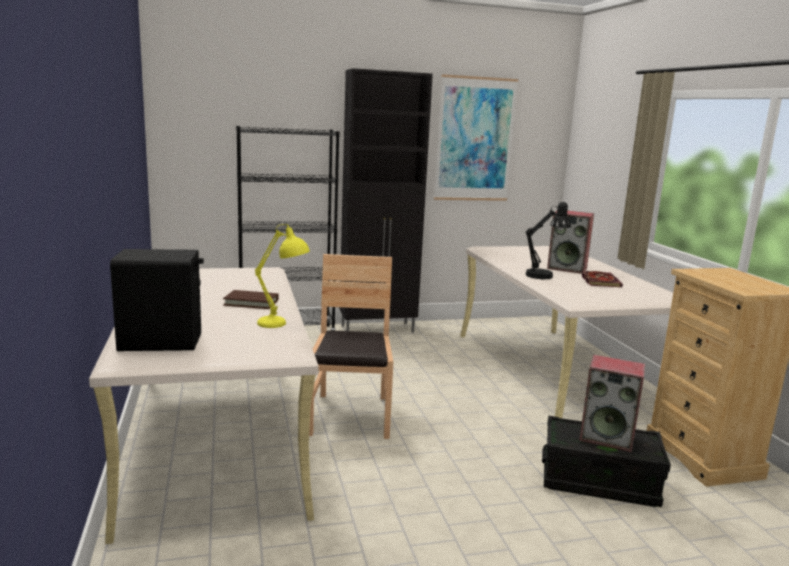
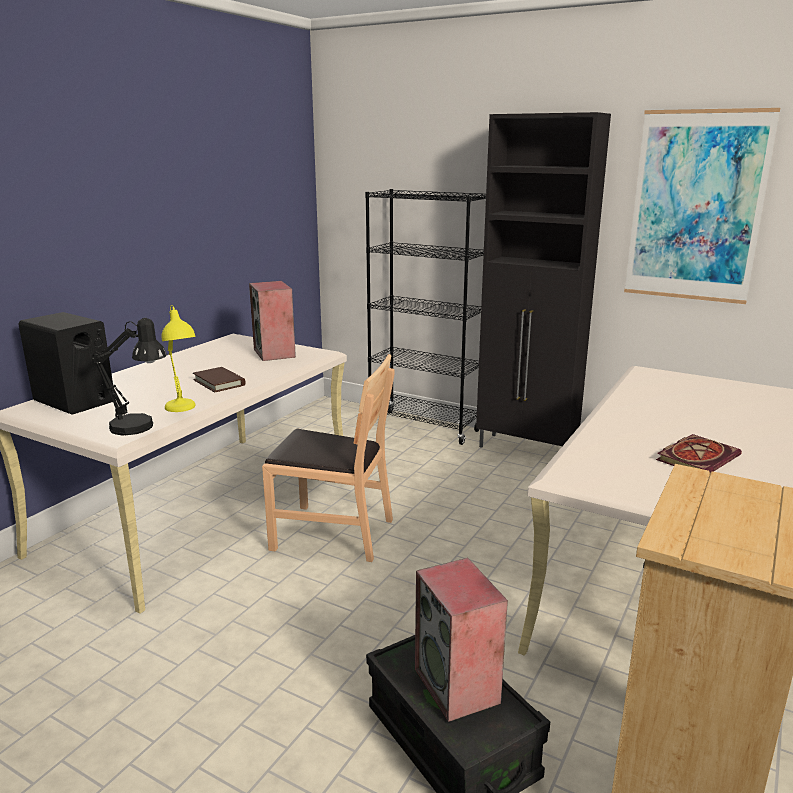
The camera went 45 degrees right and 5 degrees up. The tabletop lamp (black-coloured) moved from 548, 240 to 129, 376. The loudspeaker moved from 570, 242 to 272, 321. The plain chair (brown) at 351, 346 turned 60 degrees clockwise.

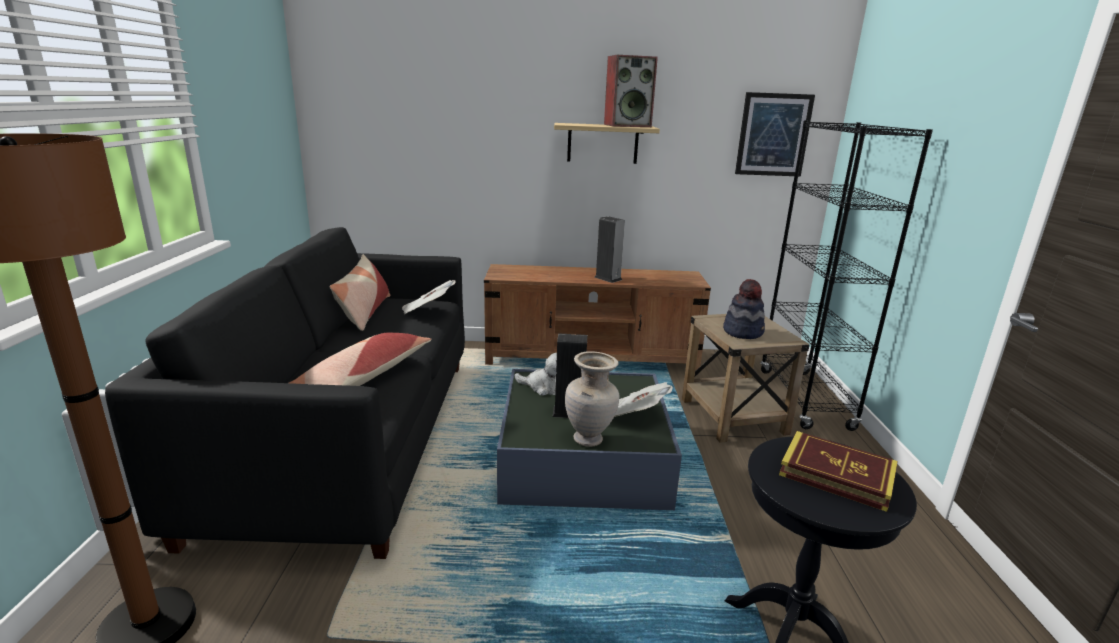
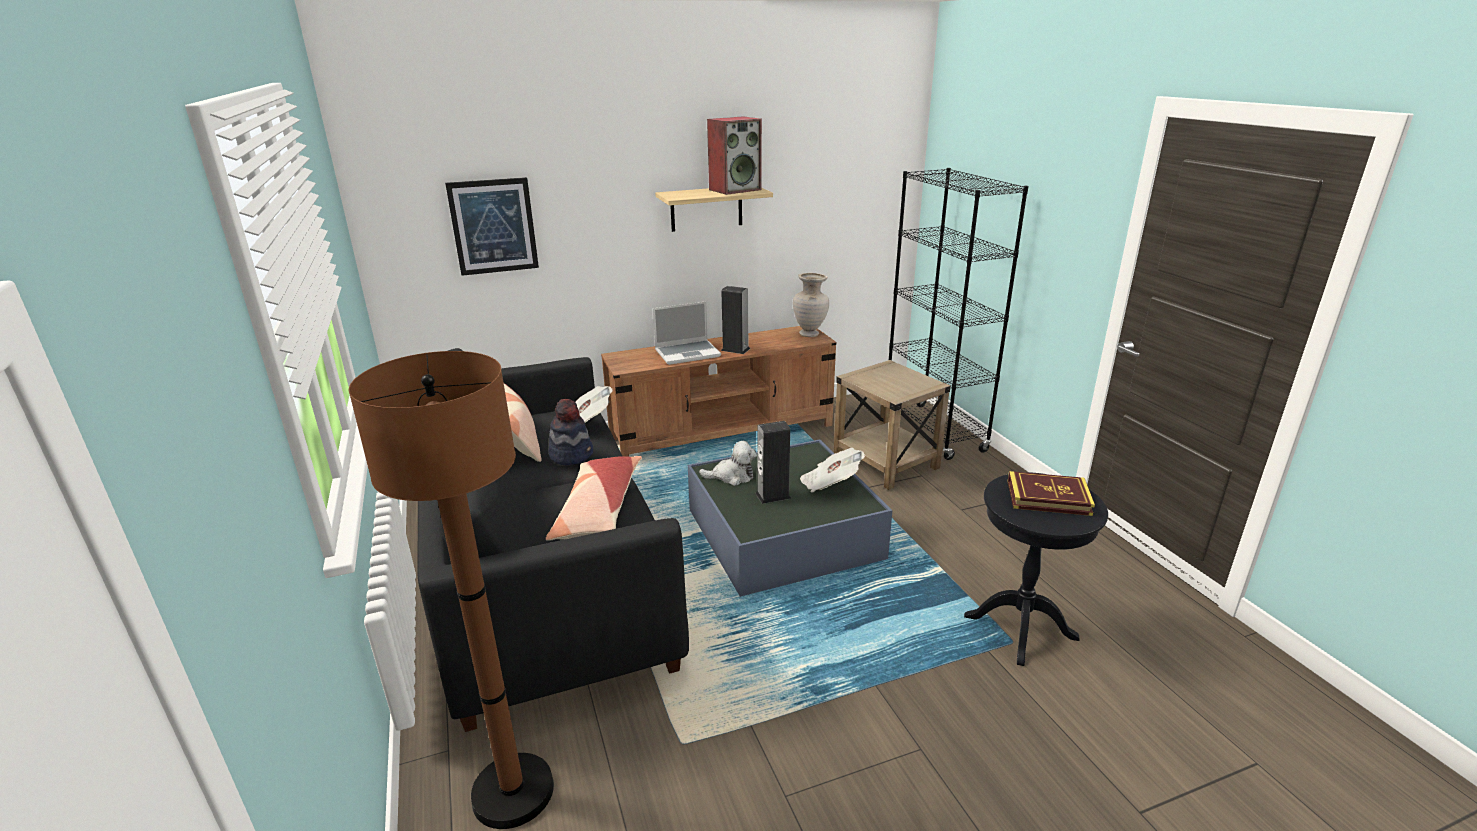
The camera went 20 degrees left and 5 degrees up. The laptop at 687, 333 appeared. The flower vase (sand-coloured) moved from 592, 399 to 811, 305. The wearable hat moved from 744, 309 to 571, 432. The wall picture moved from 775, 134 to 492, 226.

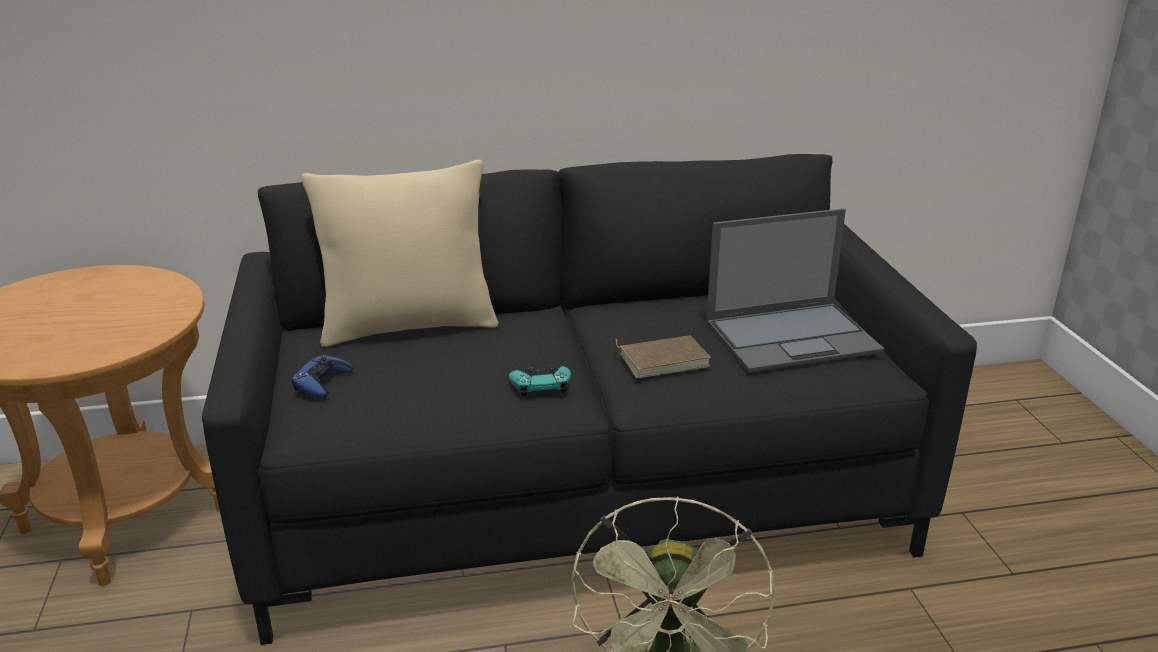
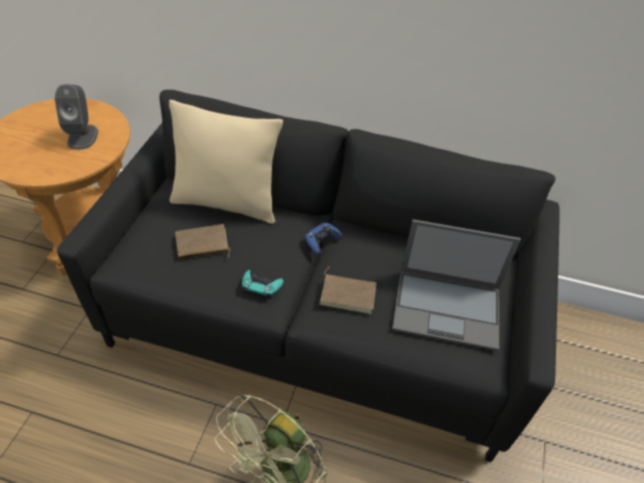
The camera went 25 degrees right and 20 degrees up. The loudspeaker (grey) at 76, 117 appeared. The book (brown) at 202, 241 appeared. The game controller (blue) moved from 322, 377 to 323, 238.

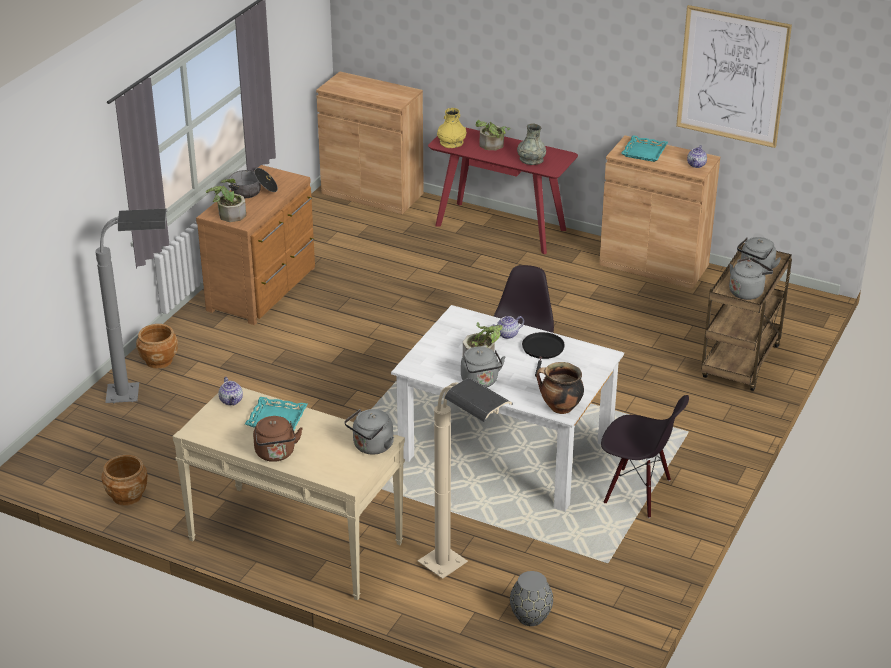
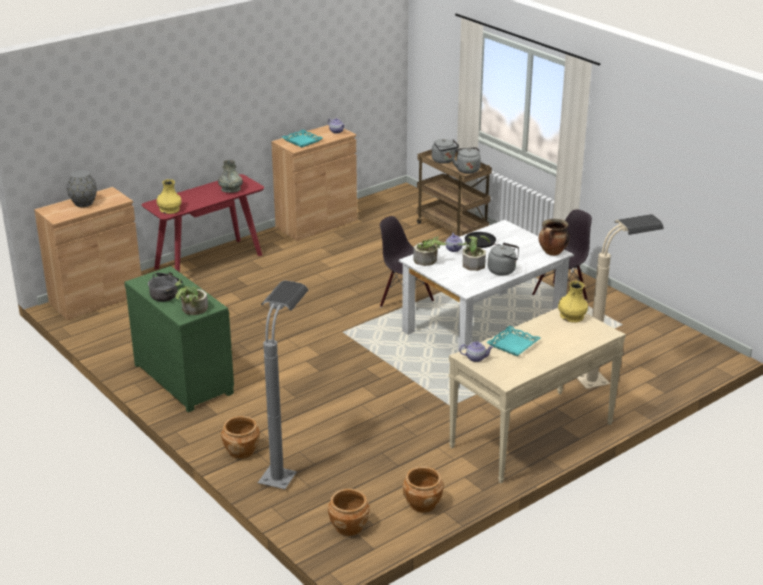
The camera went 65 degrees left and 5 degrees down. The kettle (brown) at 278, 439 disappeared. The wall picture at 734, 76 disappeared. The plant pot (brown) at 348, 512 appeared. The plant in a pot moved from 493, 135 to 430, 251. The flower vase (grey) moved from 531, 598 to 82, 188. The kettle (grey) at 369, 432 was replaced by the flower vase (yellowish) at 573, 302. The chest of drawers (brown) at 255, 245 became the chest of drawers (green-coloured) at 179, 339.

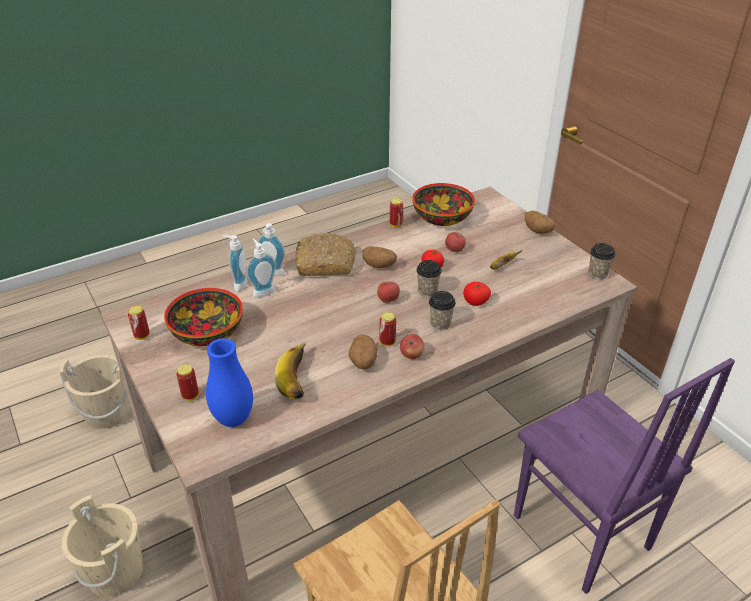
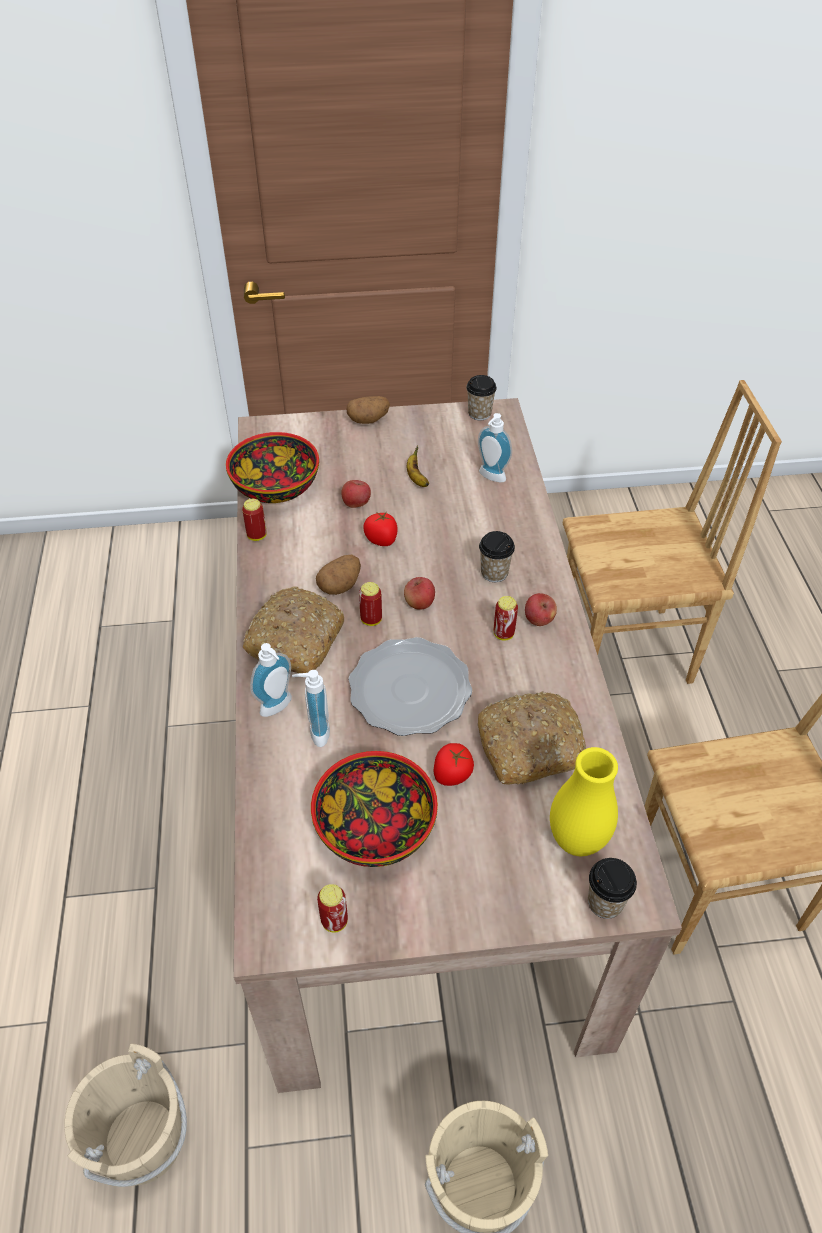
The camera went 65 degrees left and 10 degrees up. The potato at 363, 352 disappeared. The plate at 410, 686 appeared. The sealed can moved from 187, 382 to 370, 604. The soap bottle moved from 235, 263 to 495, 448. The cup moved from 429, 278 to 612, 888. The whole tomato moved from 477, 294 to 454, 764. The whole banana at 291, 371 was replaced by the bread at 531, 738. The flower vase (blue) at 229, 382 became the flower vase (yellowish) at 584, 801. The plain chair (purplish) at 624, 476 became the plain chair (brown) at 672, 532.

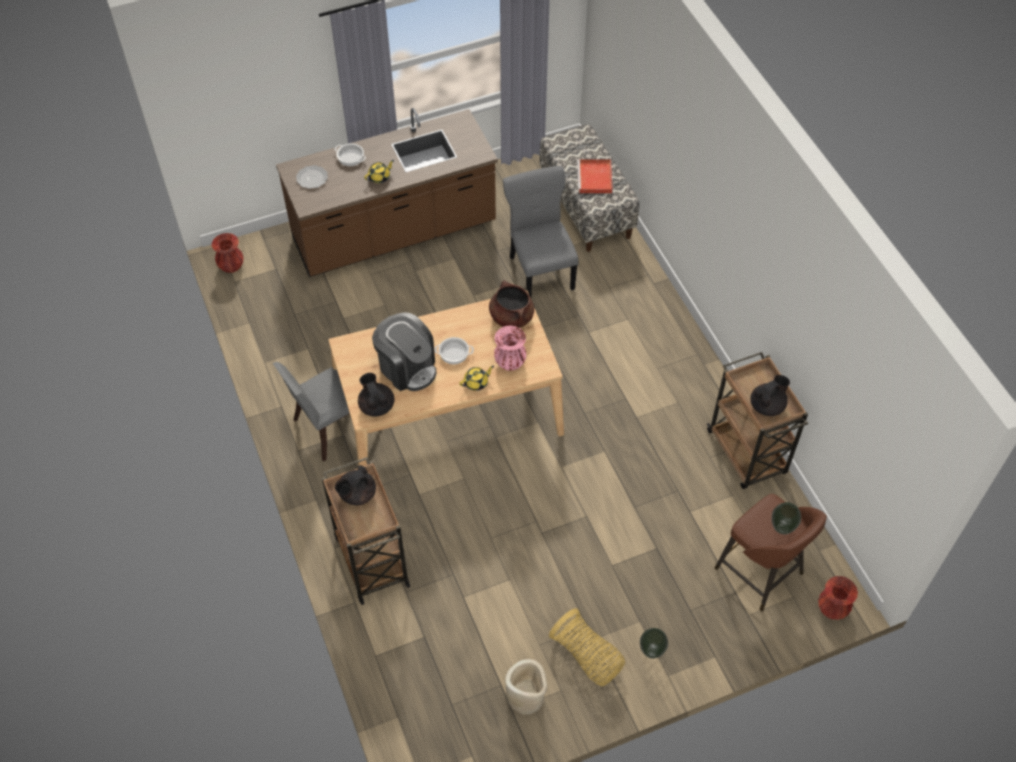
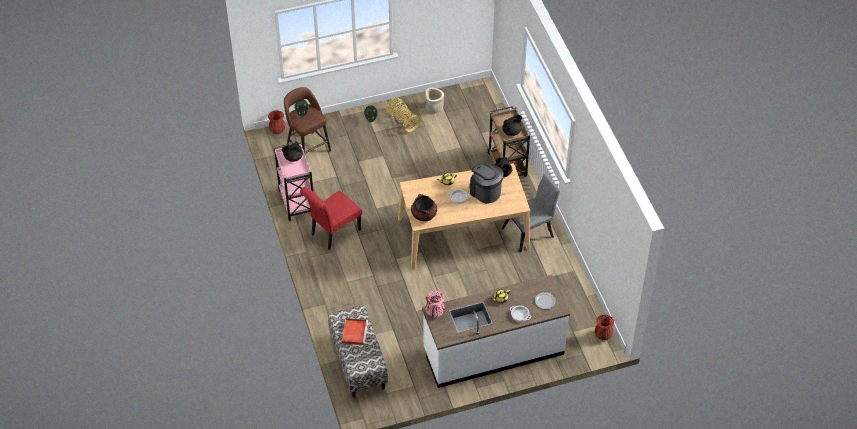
The camera went 175 degrees left and 5 degrees down. The plain chair (grey) at 541, 232 disappeared. The plain chair (reddish) at 331, 218 appeared. The flower vase (pink-coloured) moved from 510, 348 to 435, 304. The counter (brown) at 387, 192 became the counter (white-coloured) at 496, 331. The wheeled cart (brown) at 757, 420 became the wheeled cart (pink-coloured) at 293, 181.

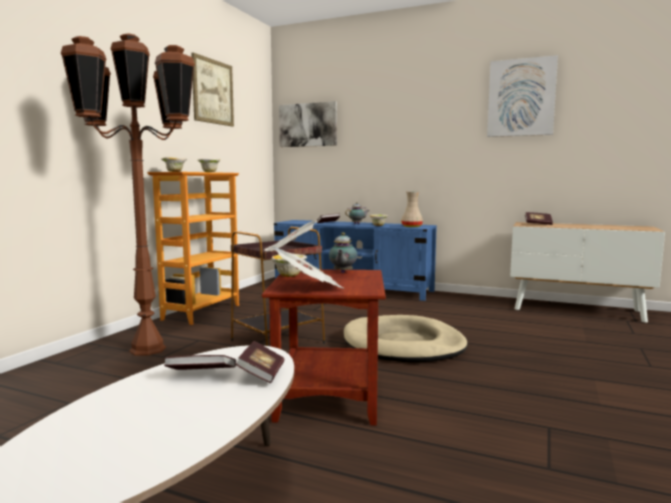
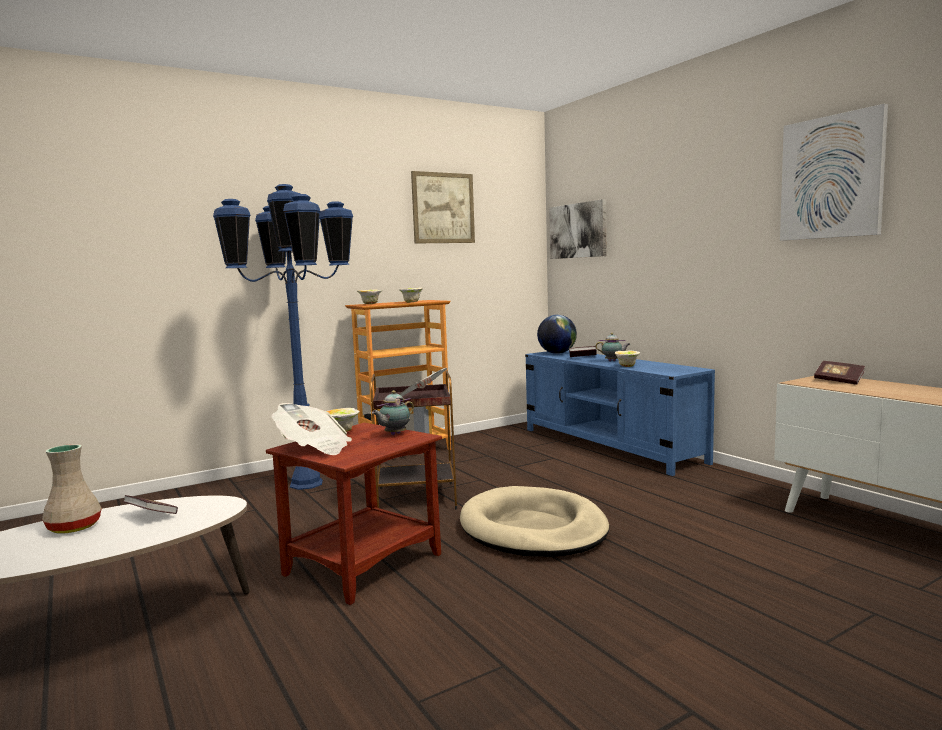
The camera went 35 degrees right and 0 degrees up. The book at 260, 362 disappeared. The world globe at 557, 334 appeared. The flower vase (sand-coloured) moved from 412, 209 to 72, 489. The standard lamp (brown) at 128, 194 became the standard lamp (blue) at 283, 337.

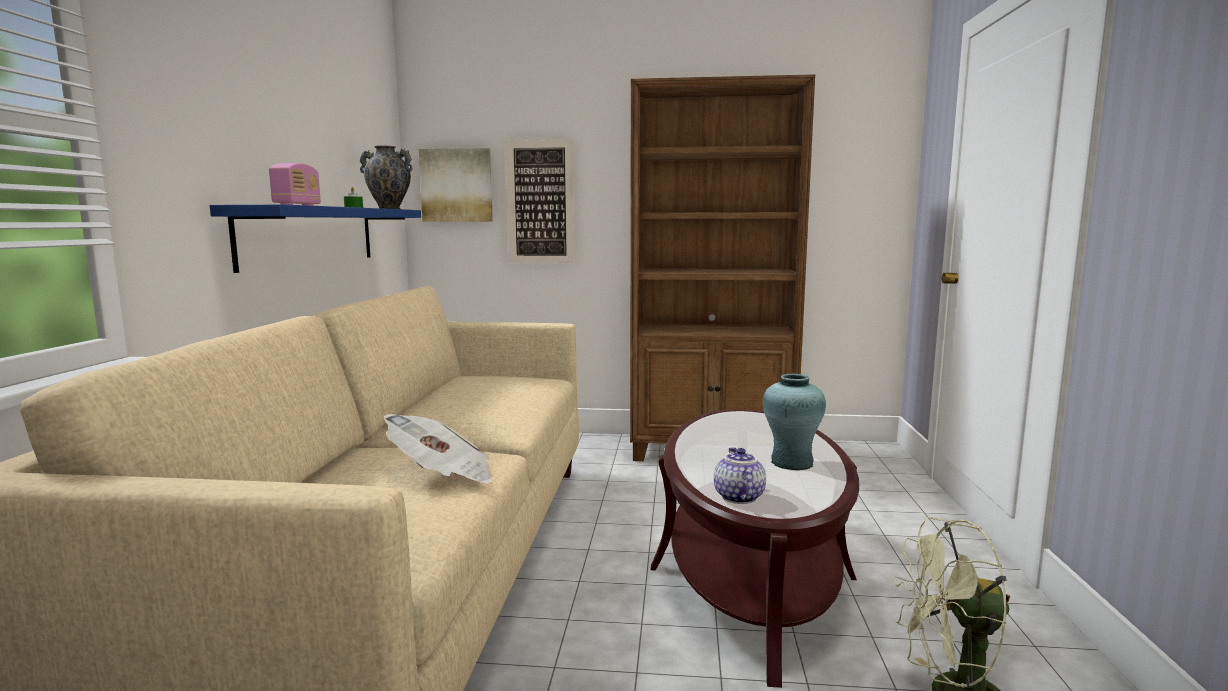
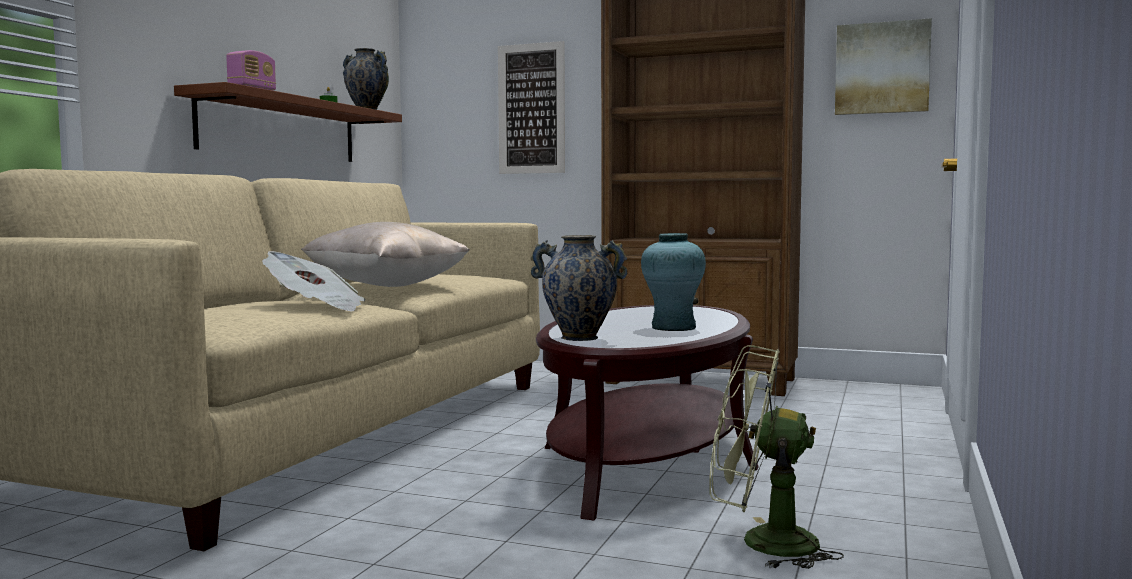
The camera went 15 degrees right and 5 degrees down. The throw pillow (sand-coloured) at 385, 254 appeared. The wall picture moved from 456, 185 to 883, 66. The tea pot at 740, 476 was replaced by the flower vase at 579, 288. The bracket shelf (blue) at 315, 238 became the bracket shelf (brown) at 288, 122.

